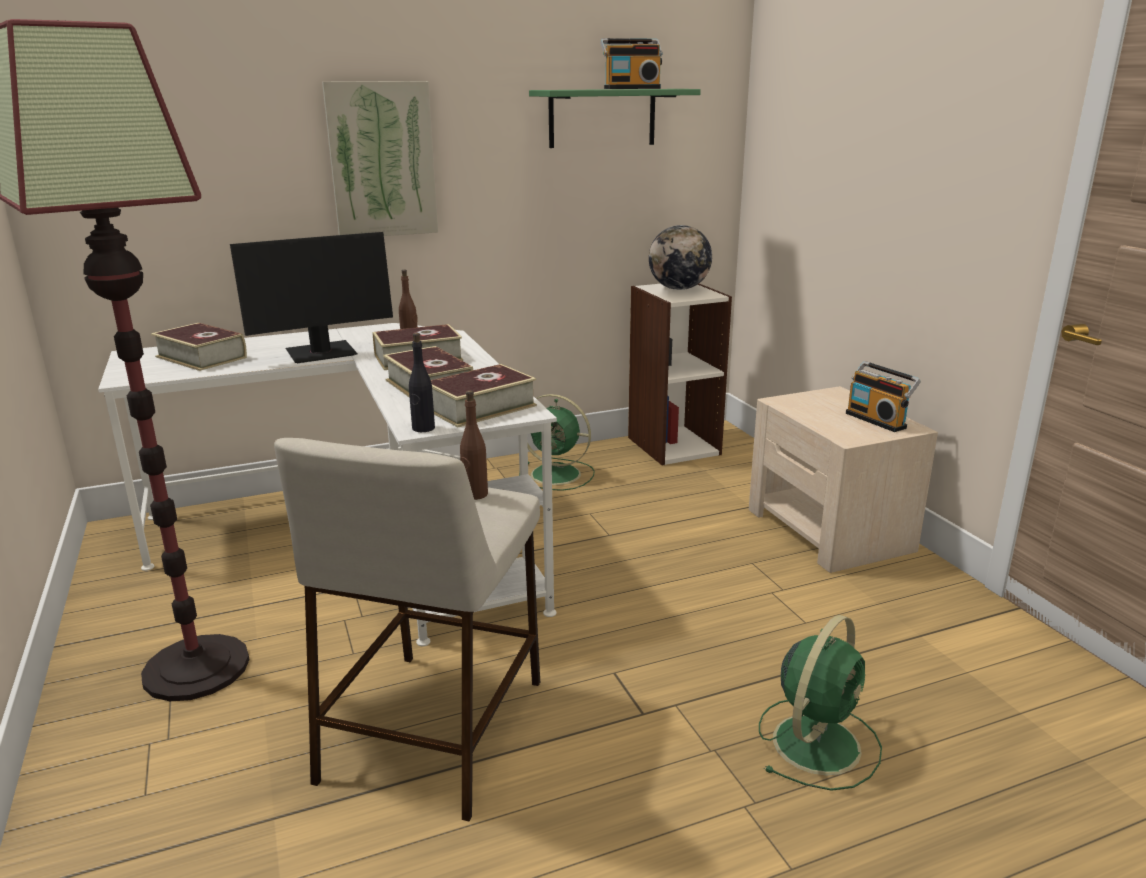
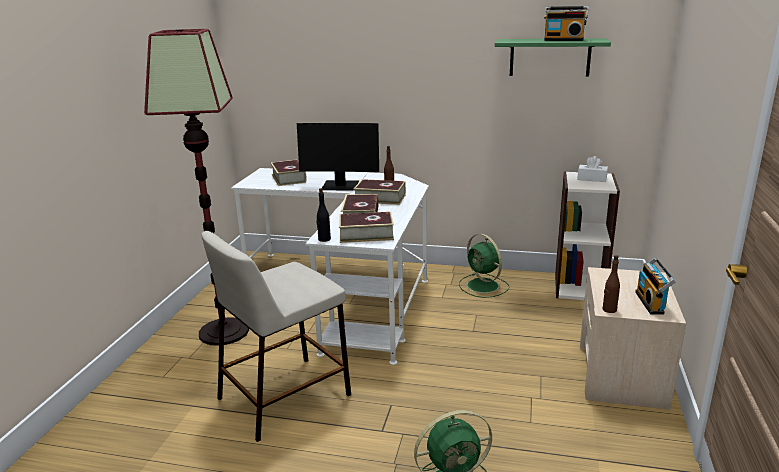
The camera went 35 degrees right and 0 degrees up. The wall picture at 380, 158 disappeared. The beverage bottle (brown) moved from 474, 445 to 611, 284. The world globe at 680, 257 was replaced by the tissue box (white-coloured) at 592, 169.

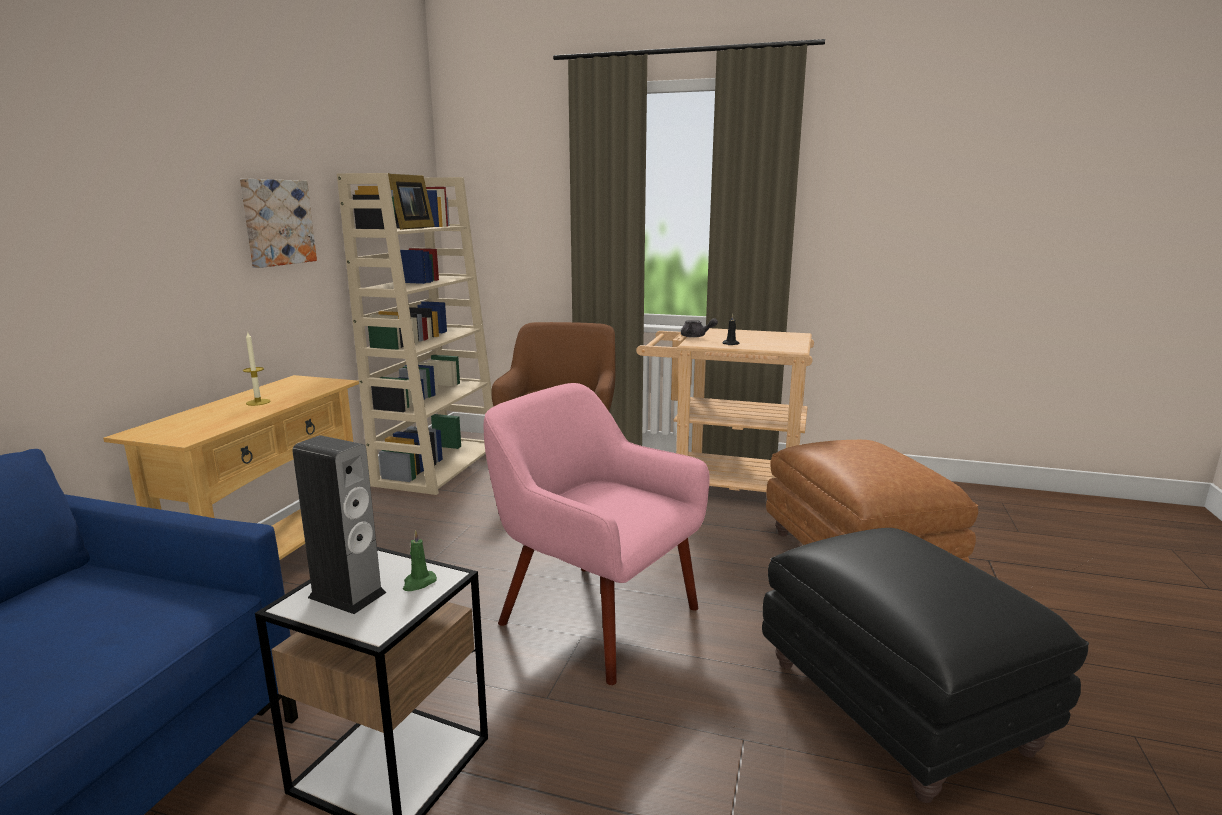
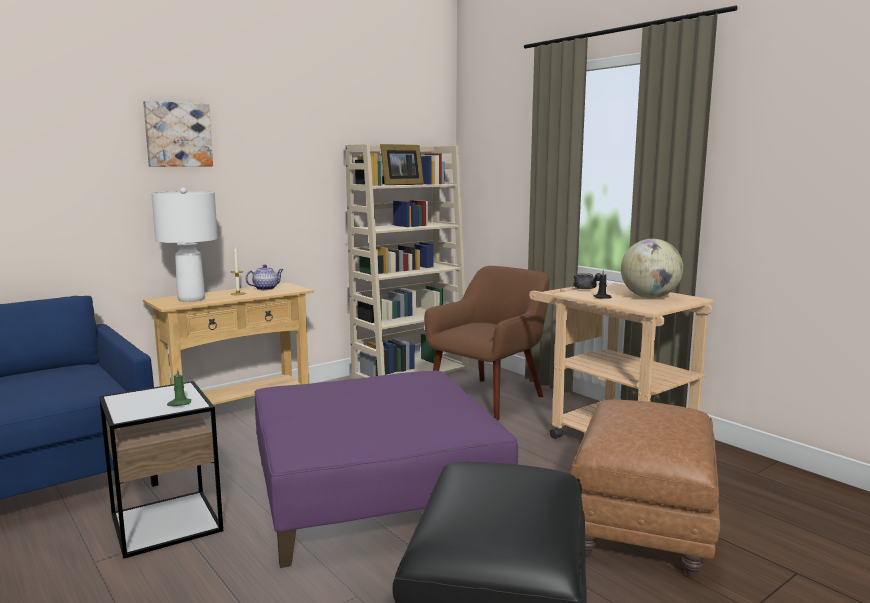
The camera went 35 degrees right and 5 degrees down. The loudspeaker at 339, 524 disappeared. The tabletop lamp (white-coloured) at 184, 245 appeared. The tea pot at 264, 277 appeared. The world globe at 652, 268 appeared. The wall picture moved from 278, 223 to 178, 134. The armchair (pink-coloured) at 597, 534 was replaced by the ottoman (purplish) at 386, 469.

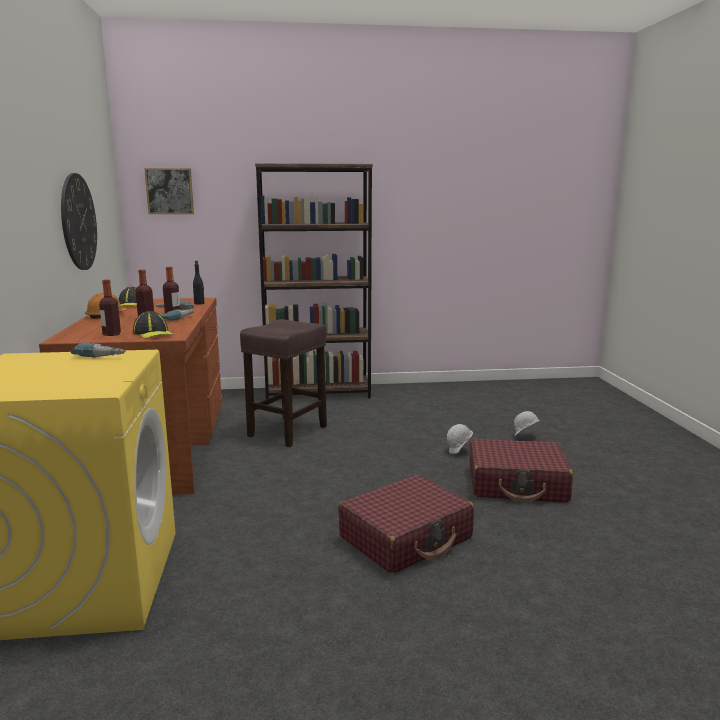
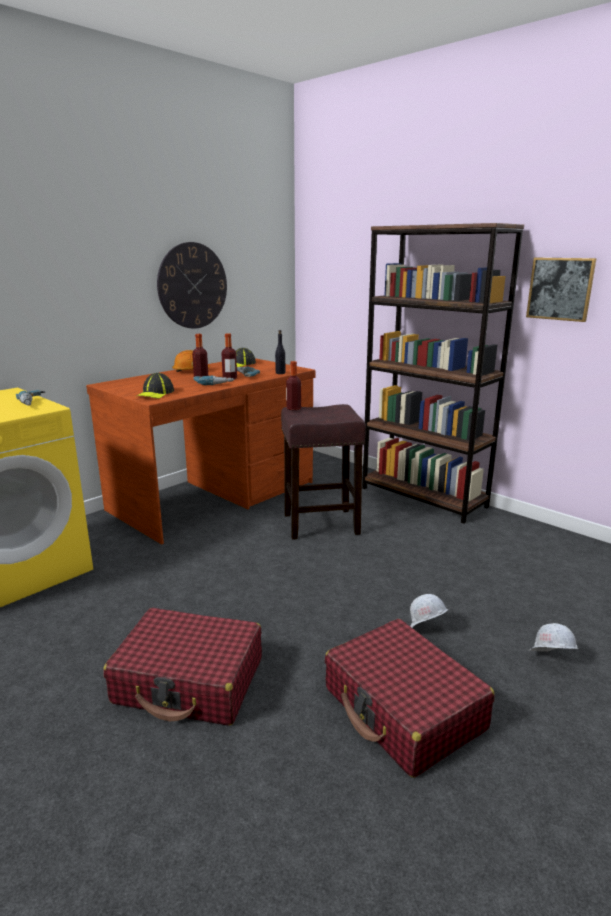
The camera went 50 degrees right and 5 degrees up. The beverage bottle moved from 110, 307 to 293, 385. The wall picture moved from 169, 191 to 561, 290.

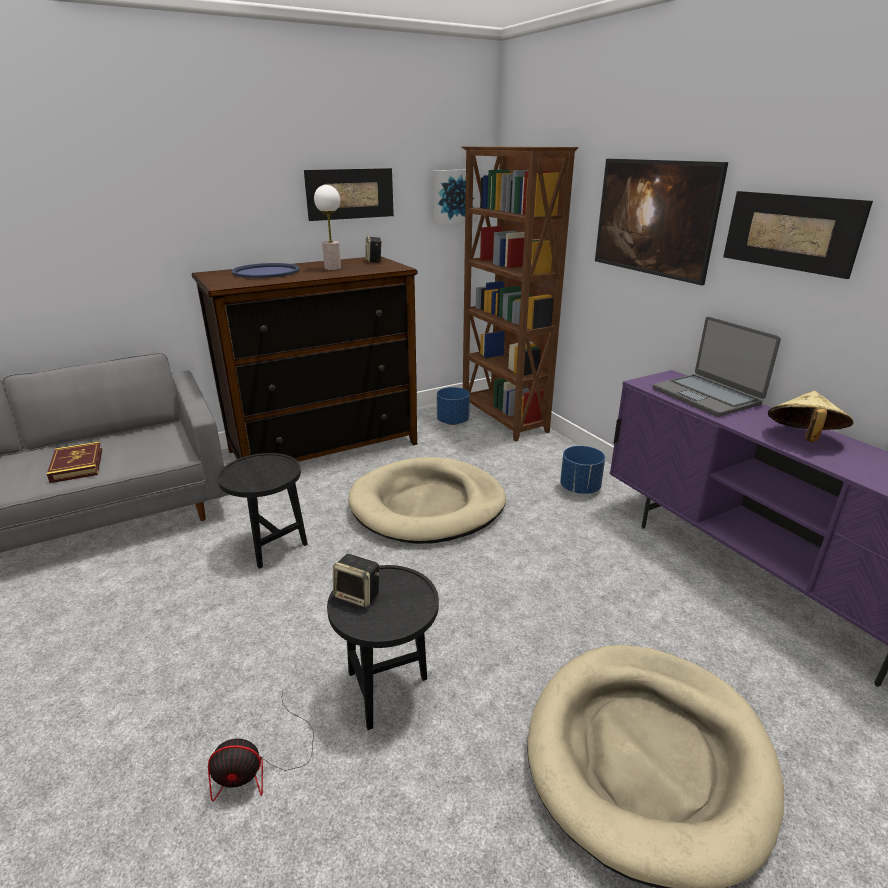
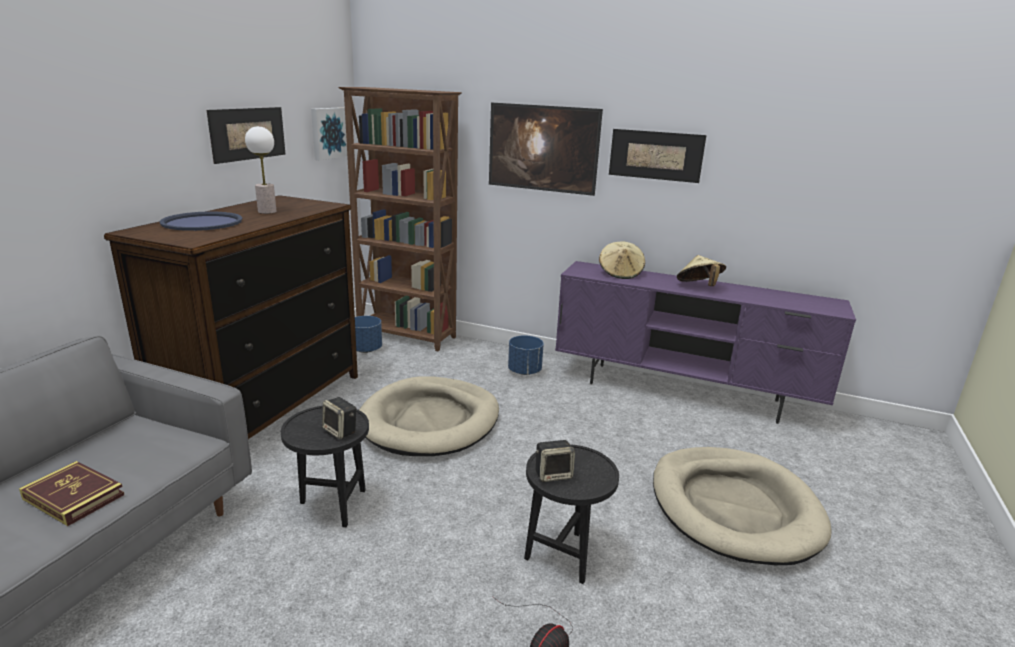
The camera went 40 degrees left and 5 degrees down. The loudspeaker moved from 373, 249 to 339, 418. The laptop at 717, 367 was replaced by the wearable hat (sand-coloured) at 622, 260.

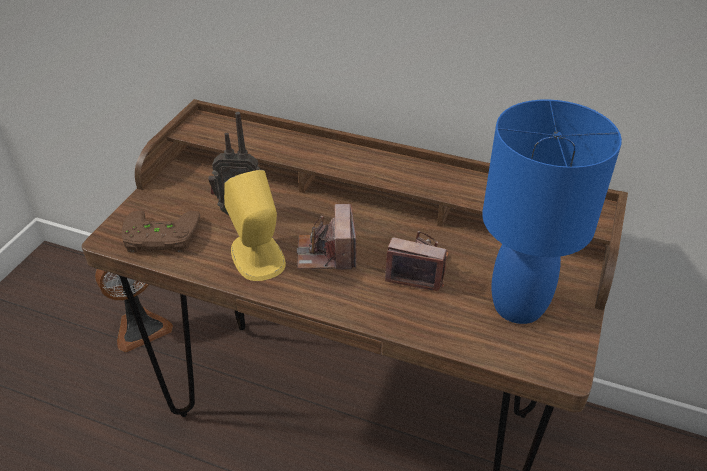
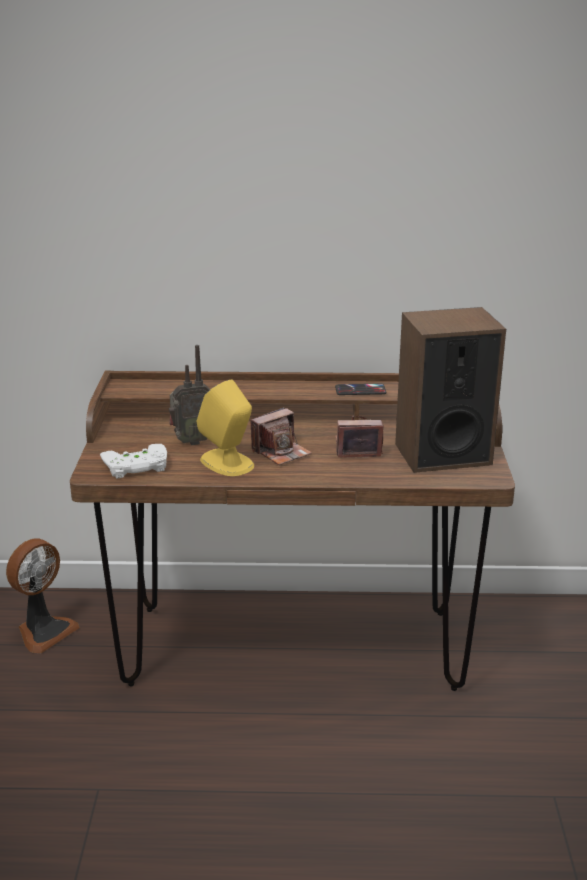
The camera went 20 degrees left and 15 degrees down. The phone at 360, 389 appeared. The tabletop lamp (blue) at 552, 212 was replaced by the loudspeaker at 450, 390. The game controller (brown) at 161, 231 became the game controller (white-coloured) at 133, 461. The still camera at 326, 237 turned 105 degrees counterclockwise.

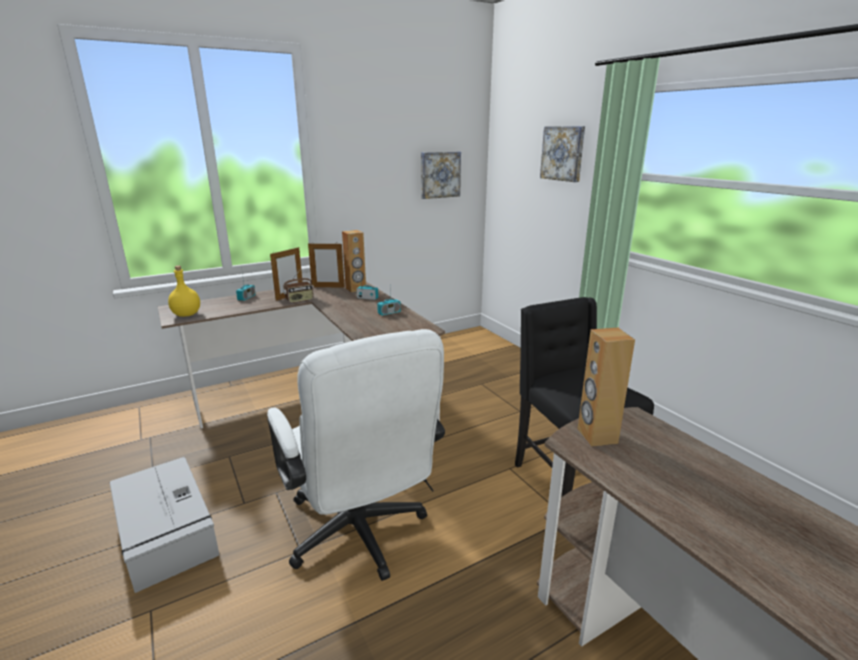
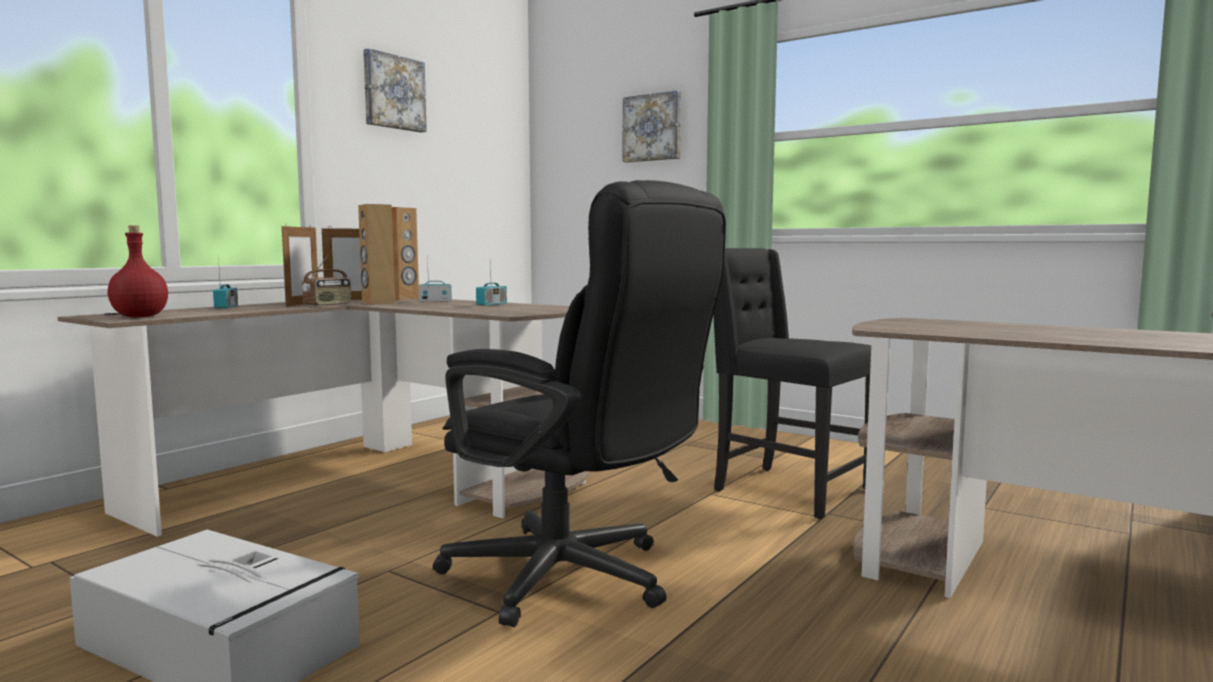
The camera went 25 degrees left and 15 degrees down. The wall picture moved from 441, 175 to 395, 90. The loudspeaker (brown) moved from 606, 387 to 376, 254. The beverage bottle (yellowish) at 184, 291 became the beverage bottle (reddish) at 138, 271. The desk chair (white-coloured) at 356, 455 became the desk chair (black-coloured) at 579, 403.

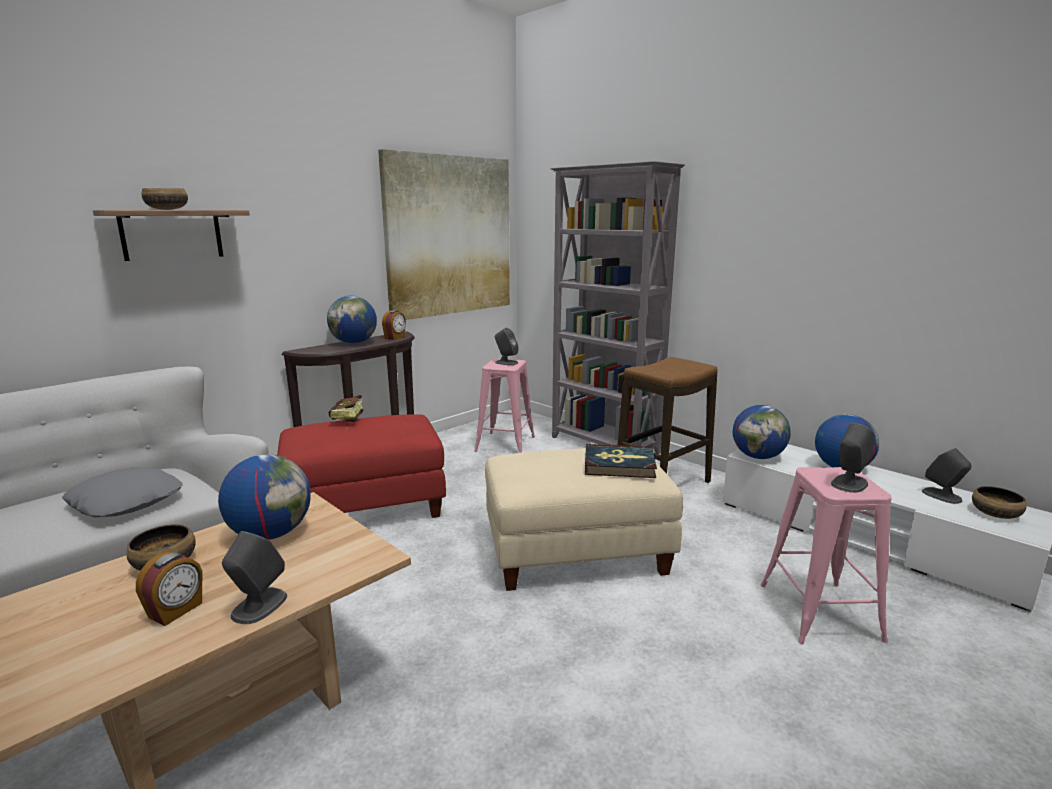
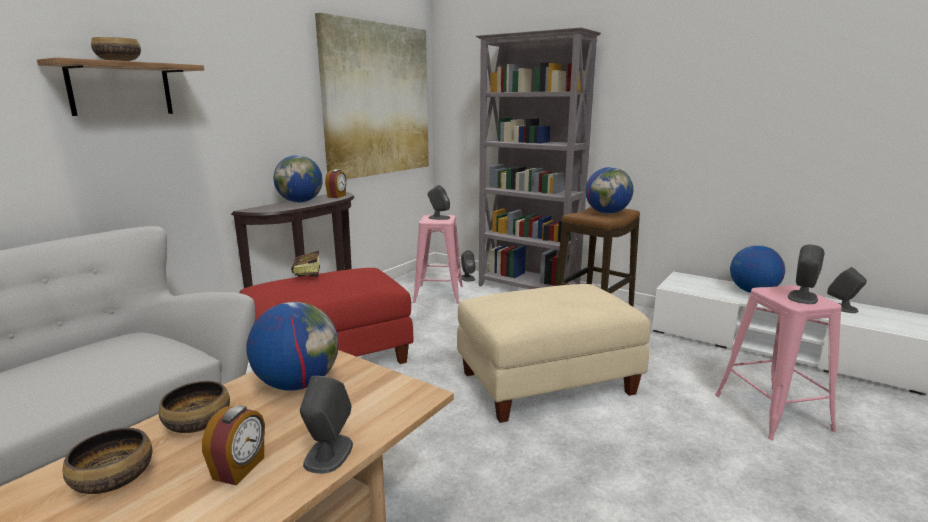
The camera went 10 degrees left and 0 degrees up. The throw pillow (grey) at 122, 492 disappeared. The book at 621, 461 disappeared. The loudspeaker (grey) at 468, 266 appeared. The world globe moved from 762, 432 to 609, 190. The deep dish moved from 999, 502 to 107, 461.

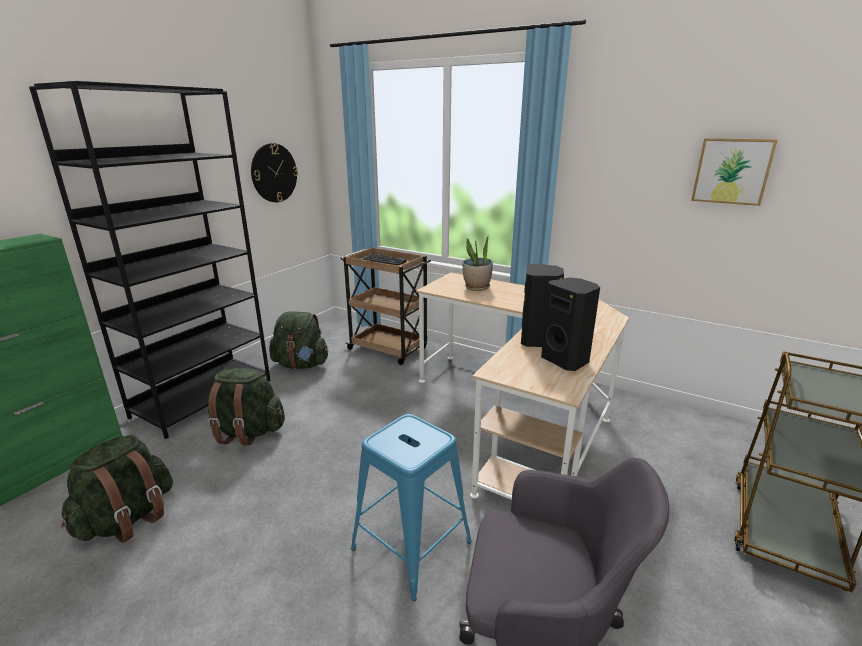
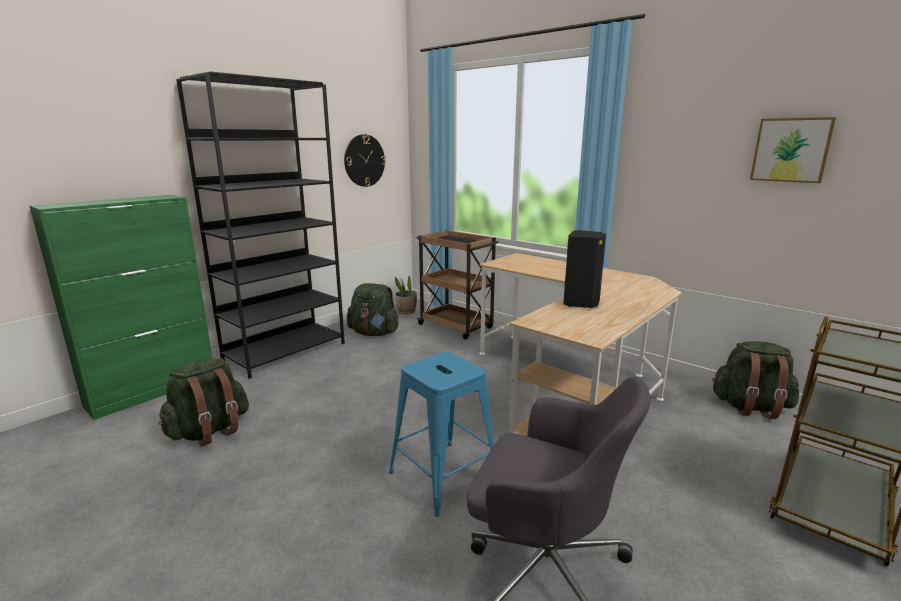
The camera went 10 degrees right and 5 degrees down. The loudspeaker (black-coloured) at 570, 324 disappeared. The rucksack (green-coloured) moved from 246, 406 to 755, 380. The plant in a pot moved from 477, 263 to 406, 294.

